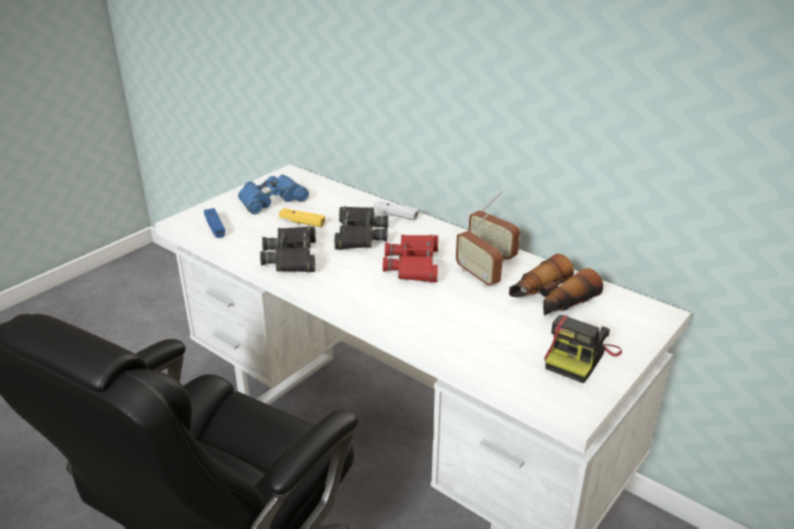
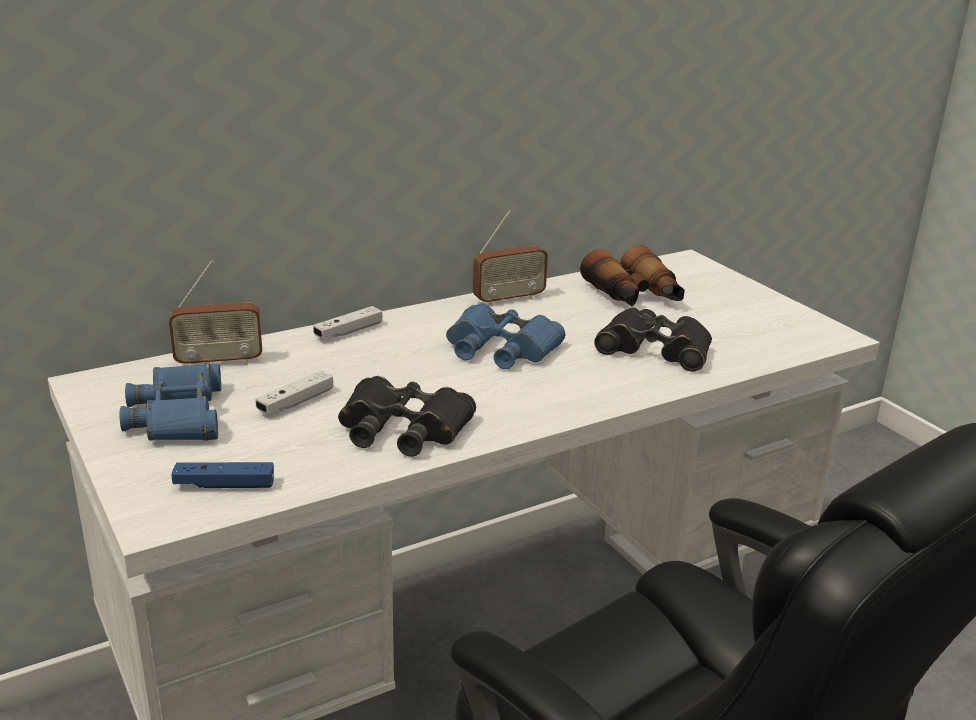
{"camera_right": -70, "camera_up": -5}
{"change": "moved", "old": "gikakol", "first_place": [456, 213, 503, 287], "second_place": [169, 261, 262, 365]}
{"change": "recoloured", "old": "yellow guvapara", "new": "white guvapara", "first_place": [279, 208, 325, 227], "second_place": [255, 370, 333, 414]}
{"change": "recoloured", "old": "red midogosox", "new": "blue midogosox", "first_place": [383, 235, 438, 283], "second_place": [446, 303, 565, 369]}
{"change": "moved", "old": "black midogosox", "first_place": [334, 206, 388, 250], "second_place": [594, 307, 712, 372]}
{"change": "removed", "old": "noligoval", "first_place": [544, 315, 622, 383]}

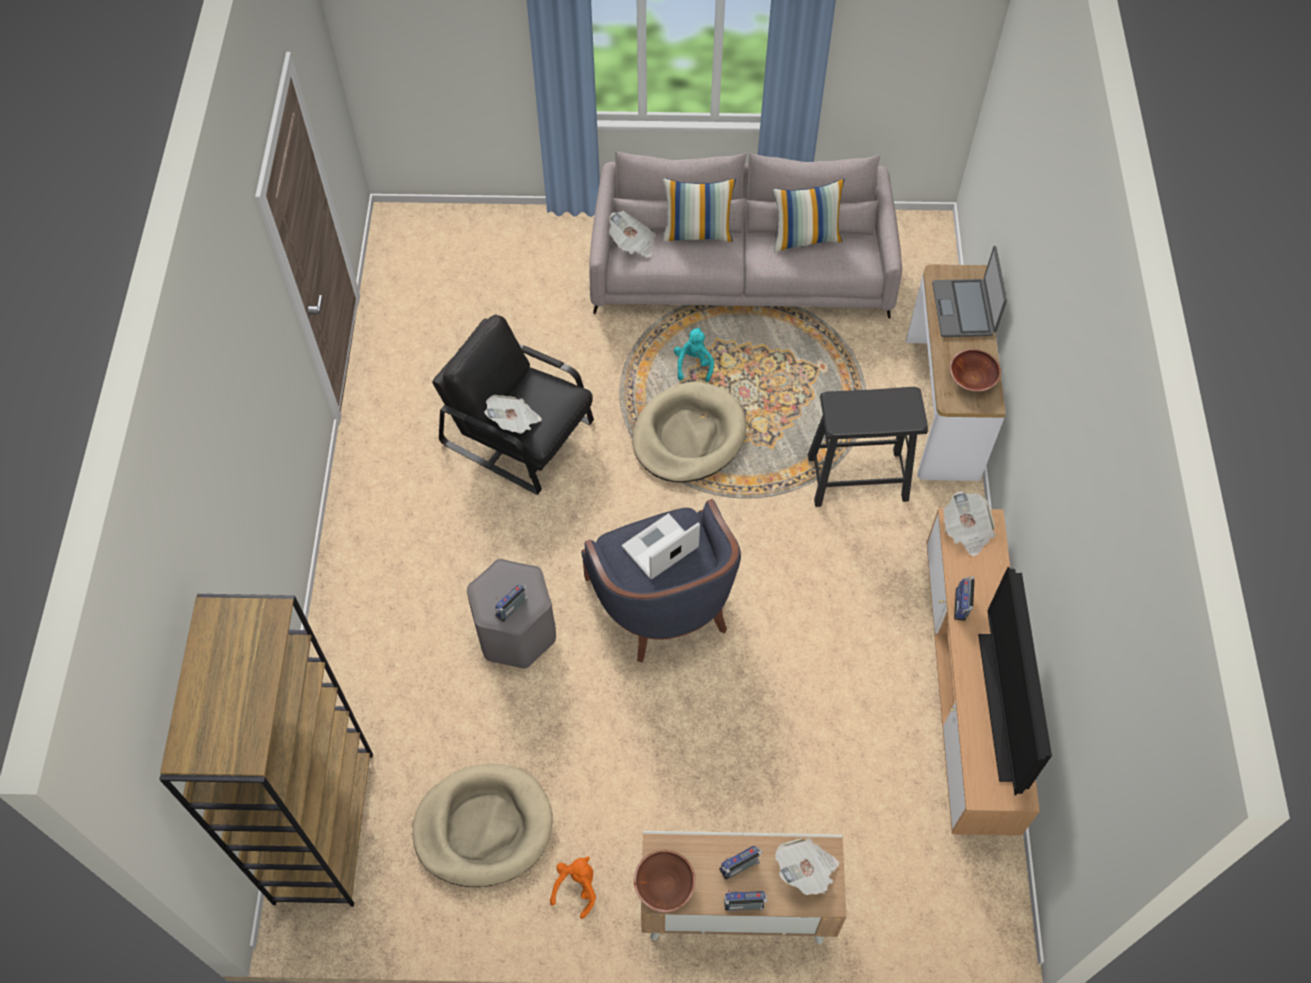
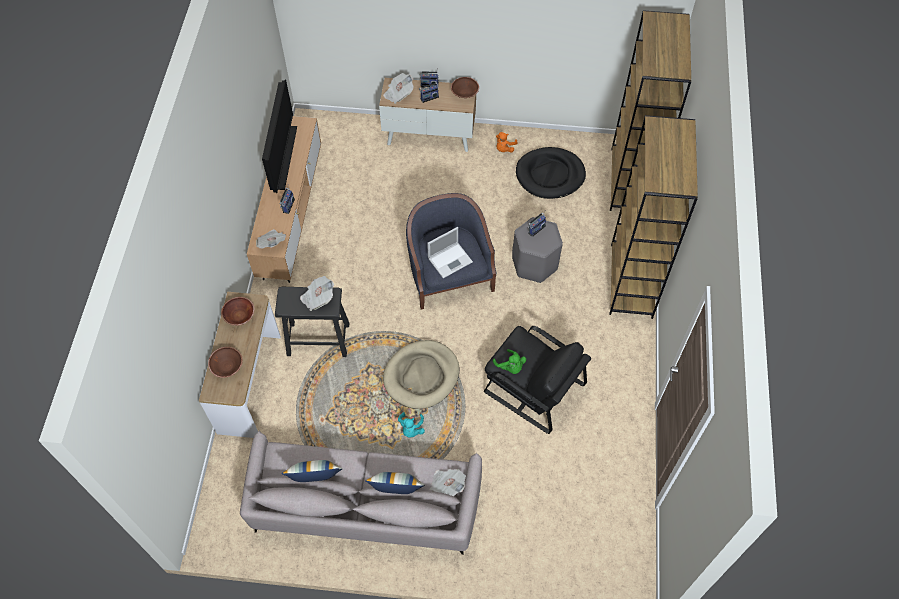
{"camera_right": -175, "camera_up": 0}
{"change": "replaced", "old": "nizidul", "new": "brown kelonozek", "first_place": [932, 246, 1007, 337], "second_place": [208, 347, 243, 378]}
{"change": "moved", "old": "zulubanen", "first_place": [484, 395, 542, 434], "second_place": [300, 276, 334, 311]}
{"change": "added", "new": "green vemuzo", "second_place": [493, 349, 526, 374]}
{"change": "recoloured", "old": "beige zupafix", "new": "black zupafix", "first_place": [412, 764, 553, 887], "second_place": [516, 147, 586, 199]}
{"change": "added", "new": "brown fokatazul", "second_place": [609, 115, 698, 319]}

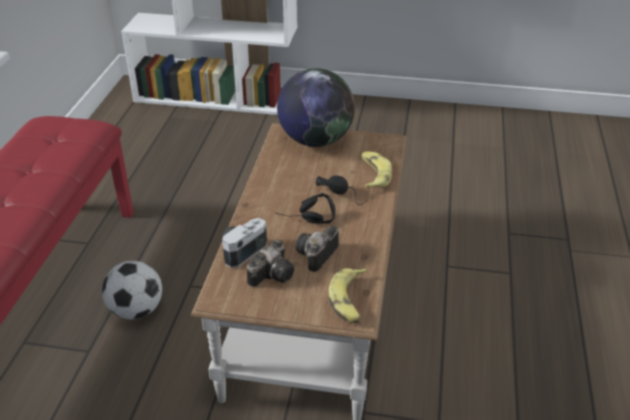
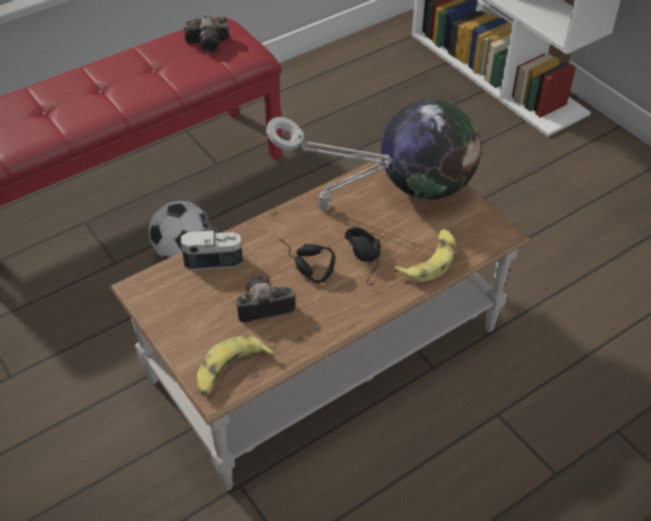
{"camera_right": 45, "camera_up": 10}
{"change": "moved", "old": "noligoval", "first_place": [246, 239, 294, 287], "second_place": [184, 15, 229, 52]}
{"change": "added", "new": "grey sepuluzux", "second_place": [266, 117, 393, 211]}

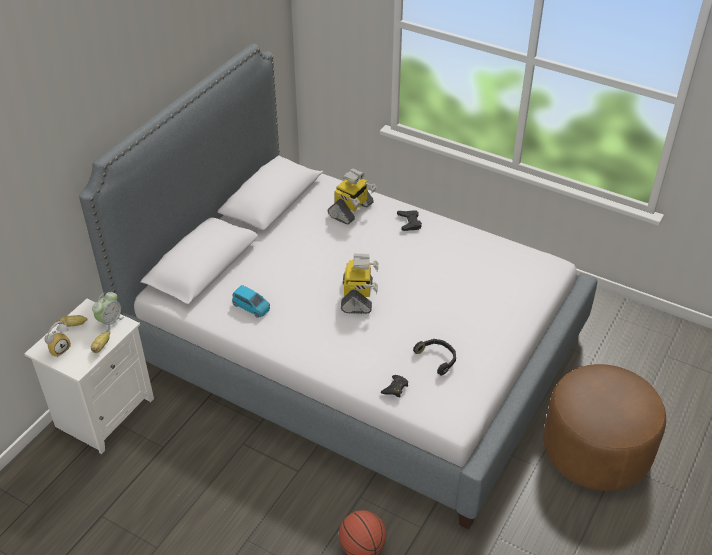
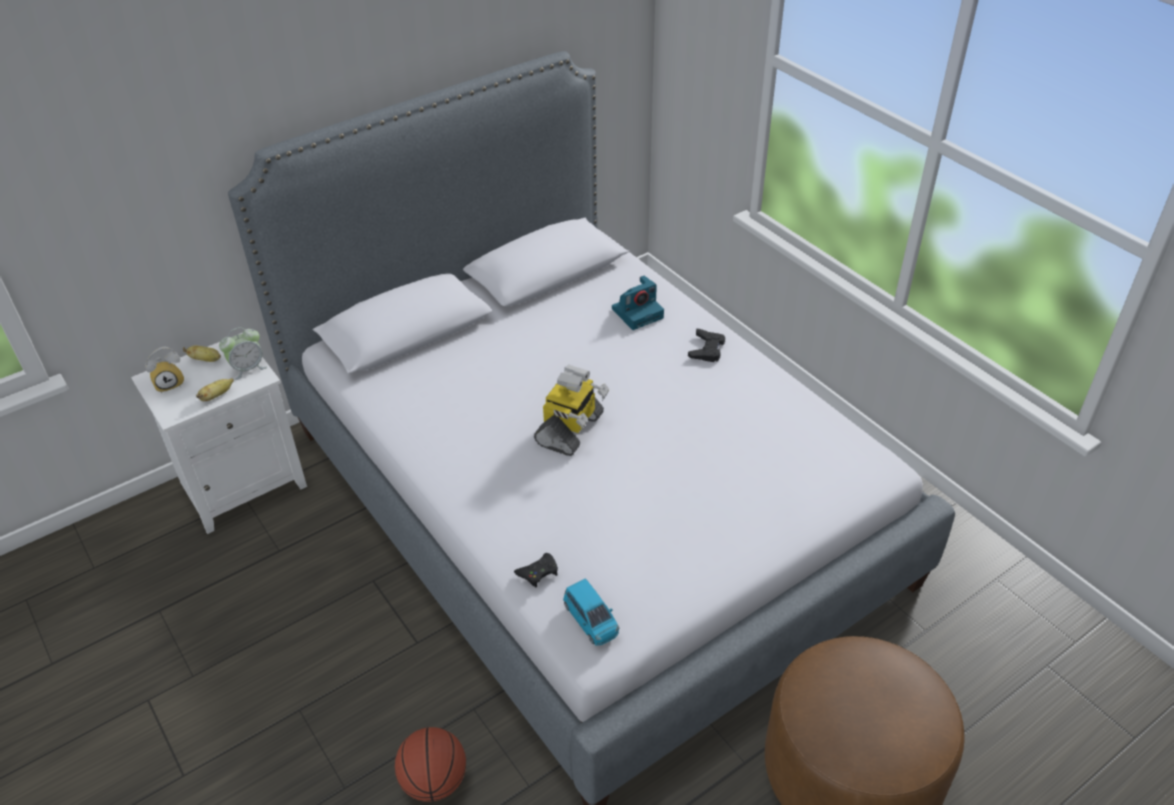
{"camera_right": 25, "camera_up": 0}
{"change": "moved", "old": "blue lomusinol", "first_place": [232, 285, 270, 318], "second_place": [563, 578, 619, 646]}
{"change": "replaced", "old": "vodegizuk", "new": "noligoval", "first_place": [328, 168, 377, 225], "second_place": [612, 276, 664, 330]}
{"change": "removed", "old": "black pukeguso", "first_place": [413, 339, 456, 376]}

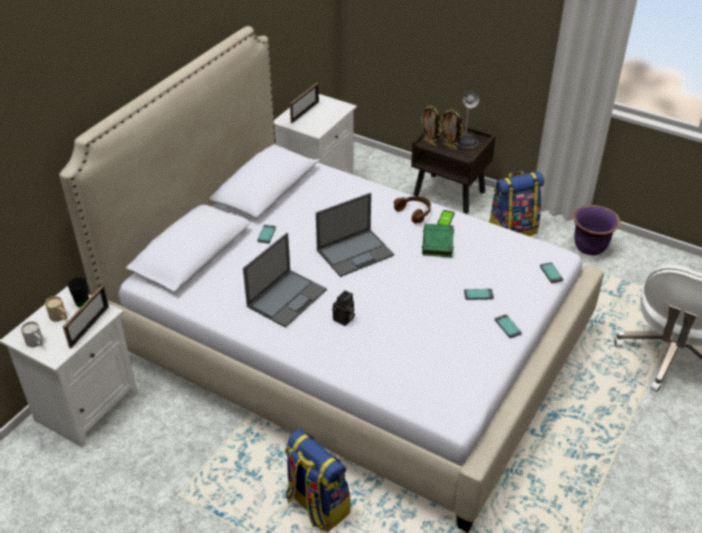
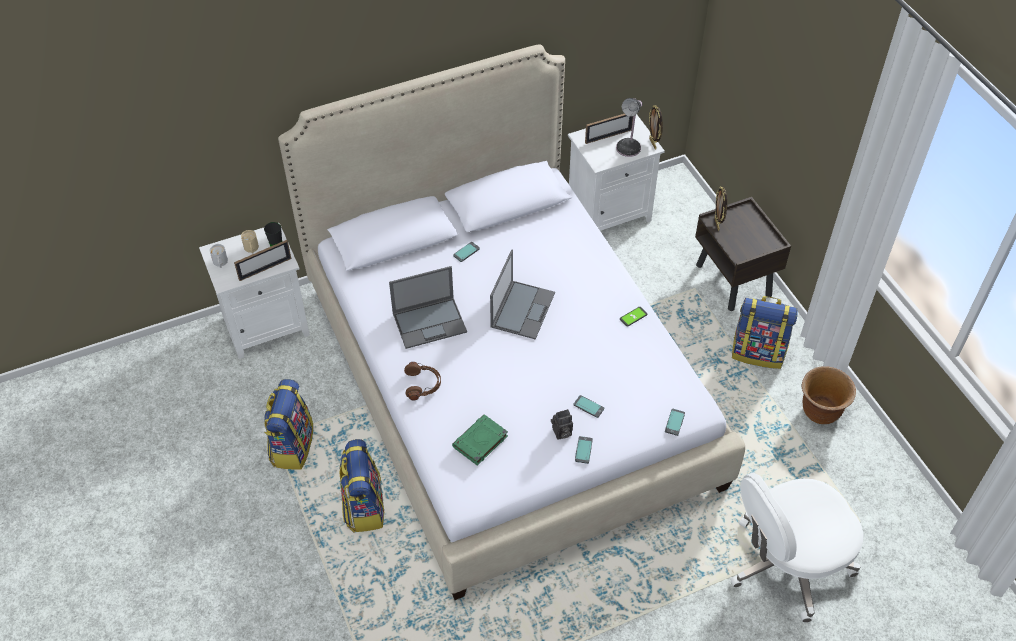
{"camera_right": 35, "camera_up": 10}
{"change": "added", "new": "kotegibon", "second_place": [264, 379, 313, 470]}
{"change": "moved", "old": "brown pukeguso", "first_place": [394, 196, 431, 224], "second_place": [404, 362, 441, 401]}
{"change": "moved", "old": "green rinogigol", "first_place": [422, 224, 454, 257], "second_place": [452, 414, 508, 465]}
{"change": "turned", "old": "nizidul", "first_place": [316, 193, 394, 277], "second_place": [490, 250, 555, 340], "degrees": -75}
{"change": "moved", "old": "noligoval", "first_place": [332, 290, 355, 326], "second_place": [551, 409, 573, 440]}
{"change": "moved", "old": "sepuluzux", "first_place": [456, 91, 479, 148], "second_place": [616, 98, 643, 157]}
{"change": "moved", "old": "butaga", "first_place": [441, 109, 464, 150], "second_place": [649, 105, 663, 149]}
{"change": "recoloured", "old": "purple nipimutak", "new": "brown nipimutak", "first_place": [573, 205, 620, 256], "second_place": [802, 366, 856, 424]}

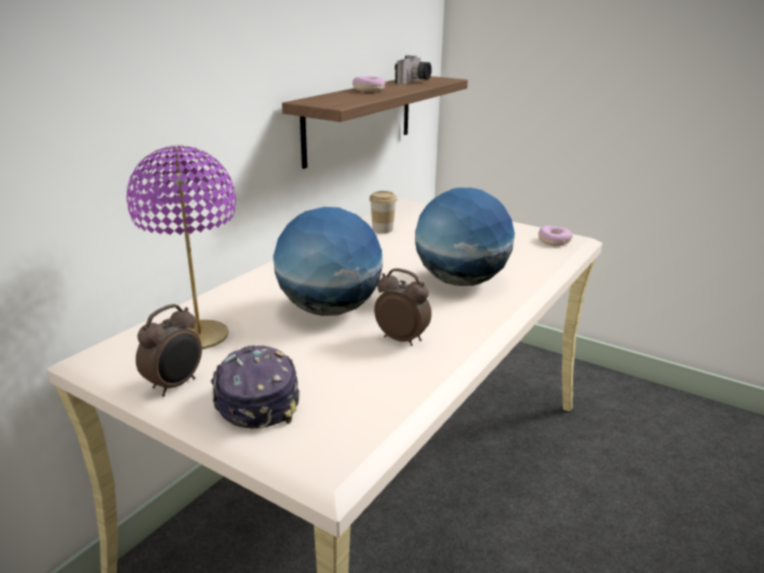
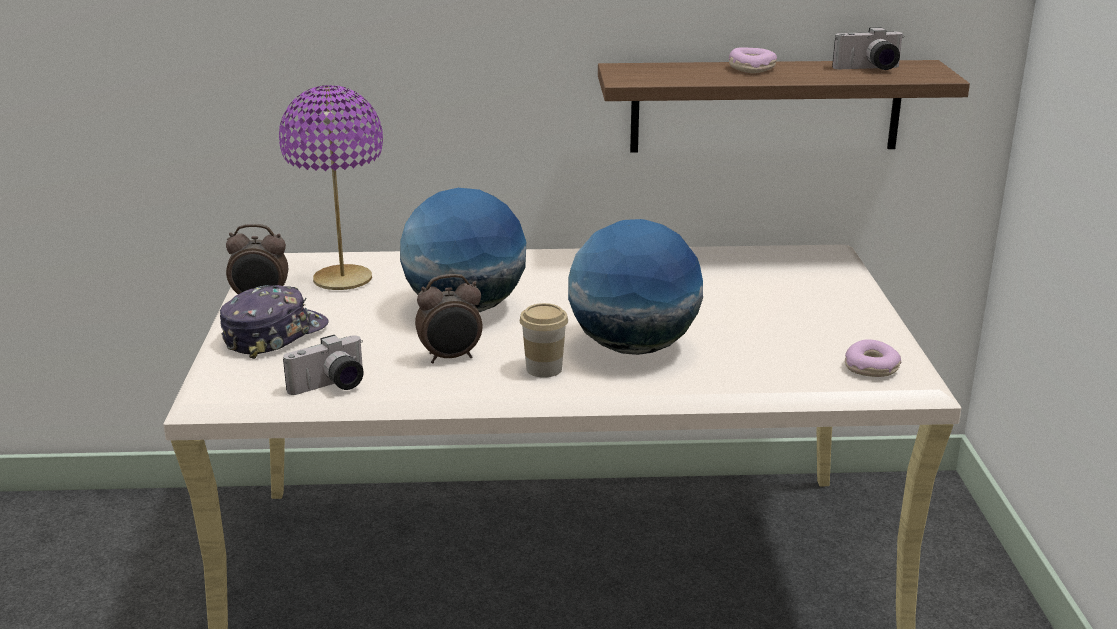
{"camera_right": 55, "camera_up": 0}
{"change": "added", "new": "noligoval", "second_place": [283, 335, 364, 395]}
{"change": "turned", "old": "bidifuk", "first_place": [374, 268, 432, 346], "second_place": [415, 274, 482, 363], "degrees": 75}
{"change": "moved", "old": "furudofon", "first_place": [369, 191, 397, 233], "second_place": [520, 303, 568, 378]}

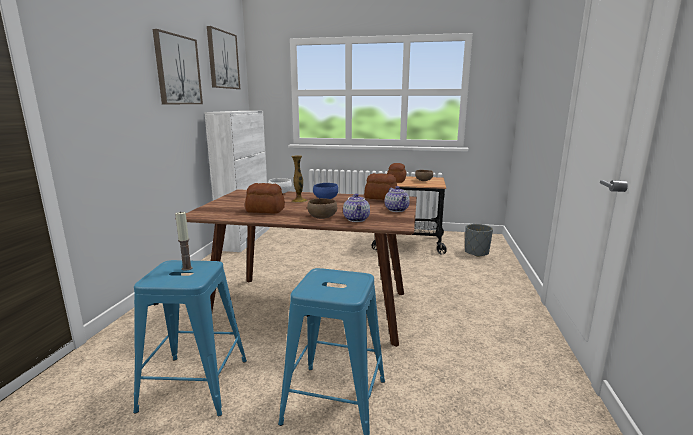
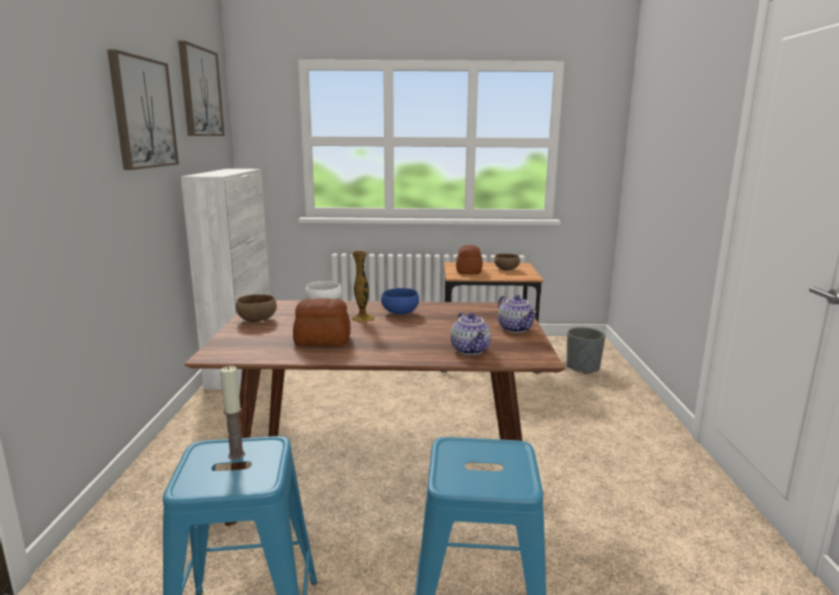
{"camera_right": -10, "camera_up": 0}
{"change": "moved", "old": "brown kelonozek", "first_place": [307, 198, 337, 219], "second_place": [236, 294, 277, 322]}
{"change": "removed", "old": "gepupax", "first_place": [364, 173, 397, 200]}

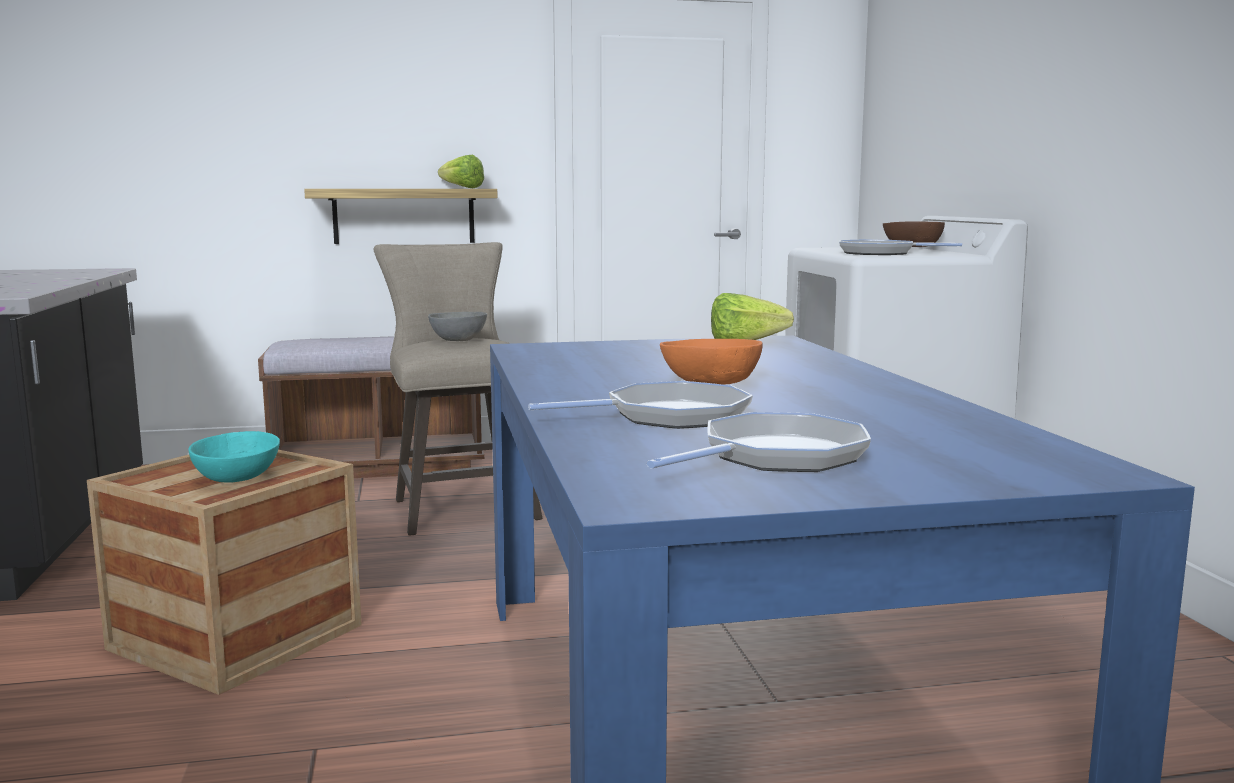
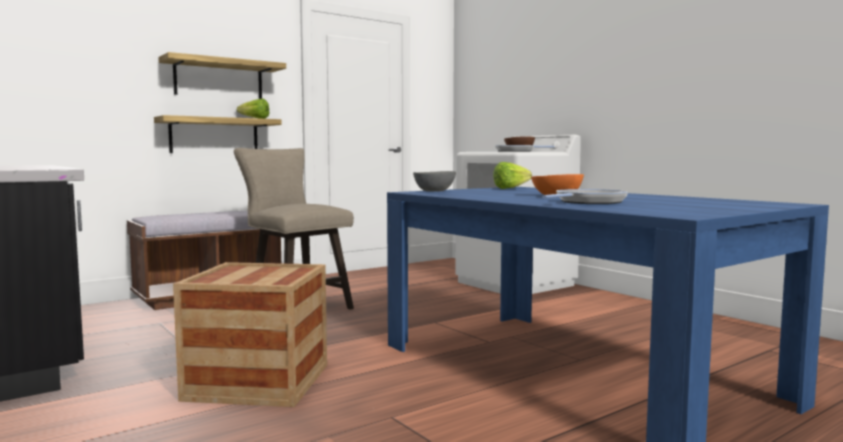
{"camera_right": -25, "camera_up": -5}
{"change": "added", "new": "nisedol", "second_place": [158, 52, 286, 99]}
{"change": "moved", "old": "grey kelonozek", "first_place": [428, 312, 487, 341], "second_place": [413, 171, 456, 192]}
{"change": "removed", "old": "turquoise kelonozek", "first_place": [189, 431, 280, 483]}
{"change": "removed", "old": "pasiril", "first_place": [647, 412, 871, 472]}

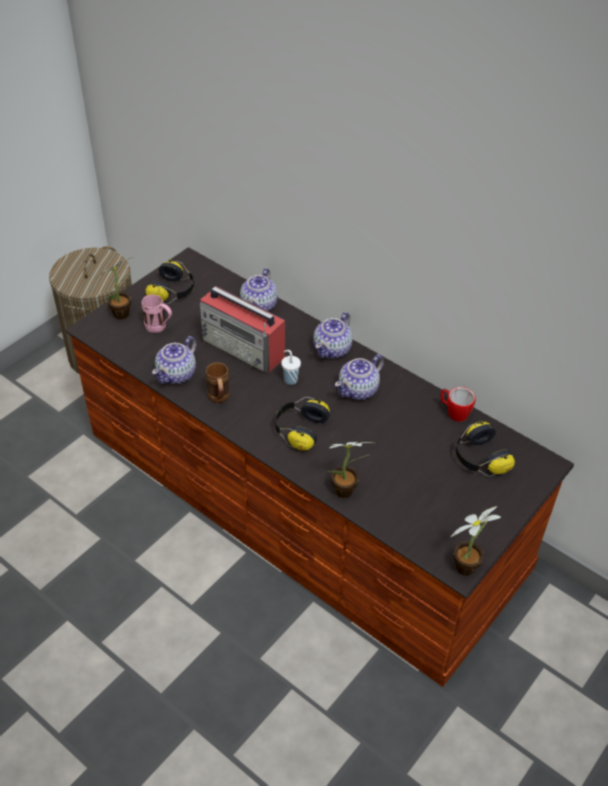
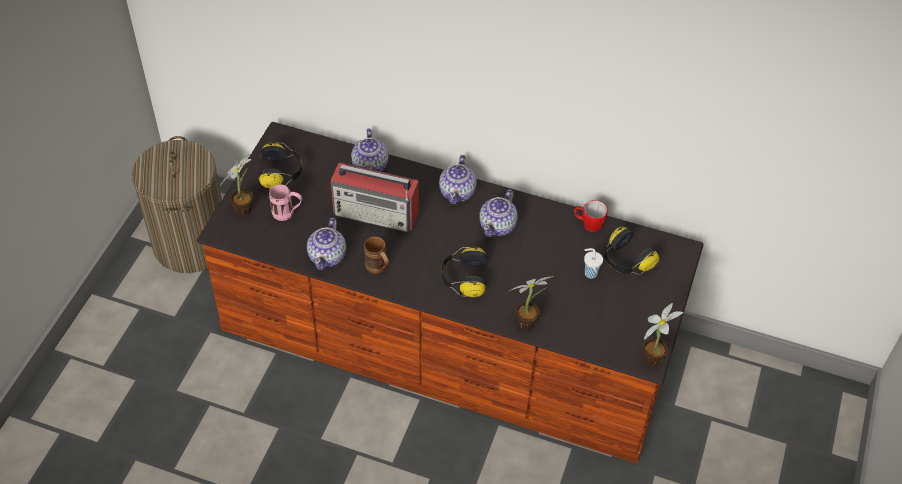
{"camera_right": -20, "camera_up": 5}
{"change": "moved", "old": "white furudofon", "first_place": [281, 350, 301, 385], "second_place": [584, 248, 603, 279]}

